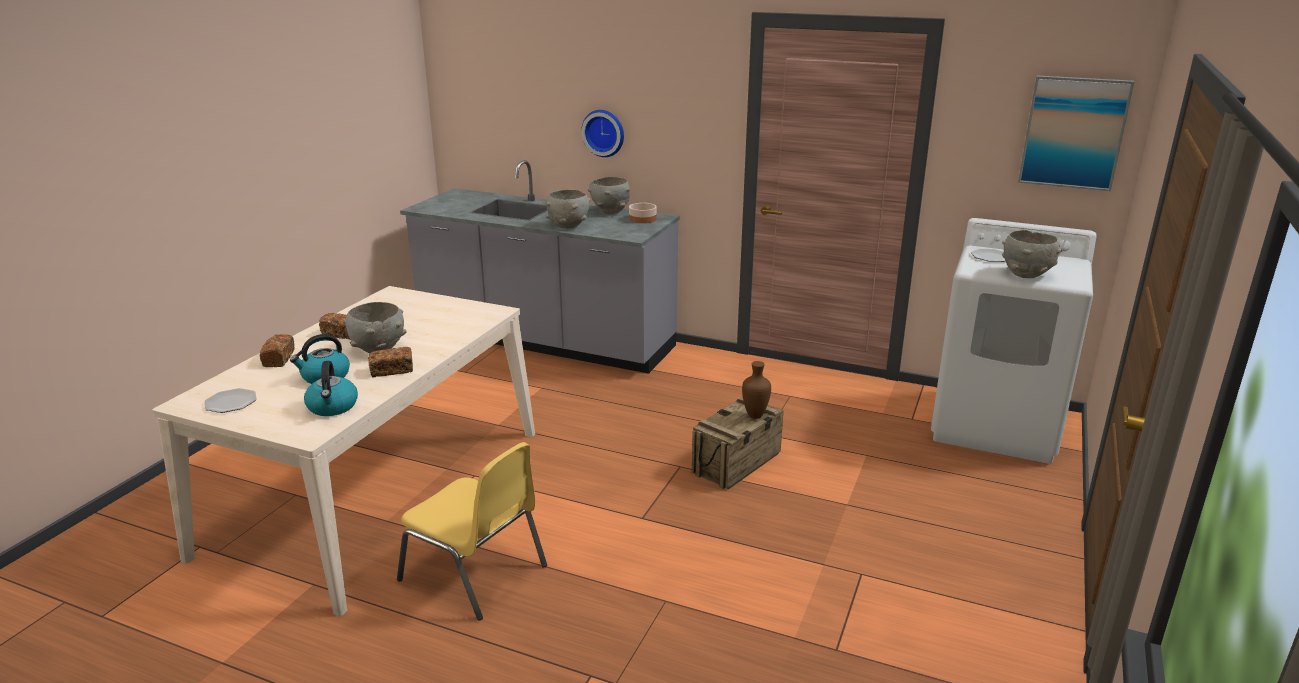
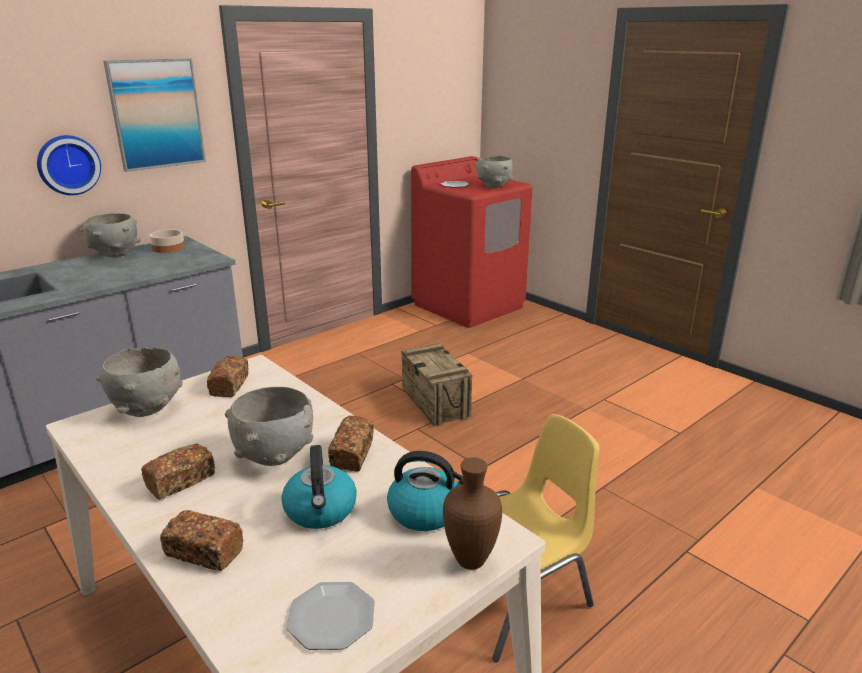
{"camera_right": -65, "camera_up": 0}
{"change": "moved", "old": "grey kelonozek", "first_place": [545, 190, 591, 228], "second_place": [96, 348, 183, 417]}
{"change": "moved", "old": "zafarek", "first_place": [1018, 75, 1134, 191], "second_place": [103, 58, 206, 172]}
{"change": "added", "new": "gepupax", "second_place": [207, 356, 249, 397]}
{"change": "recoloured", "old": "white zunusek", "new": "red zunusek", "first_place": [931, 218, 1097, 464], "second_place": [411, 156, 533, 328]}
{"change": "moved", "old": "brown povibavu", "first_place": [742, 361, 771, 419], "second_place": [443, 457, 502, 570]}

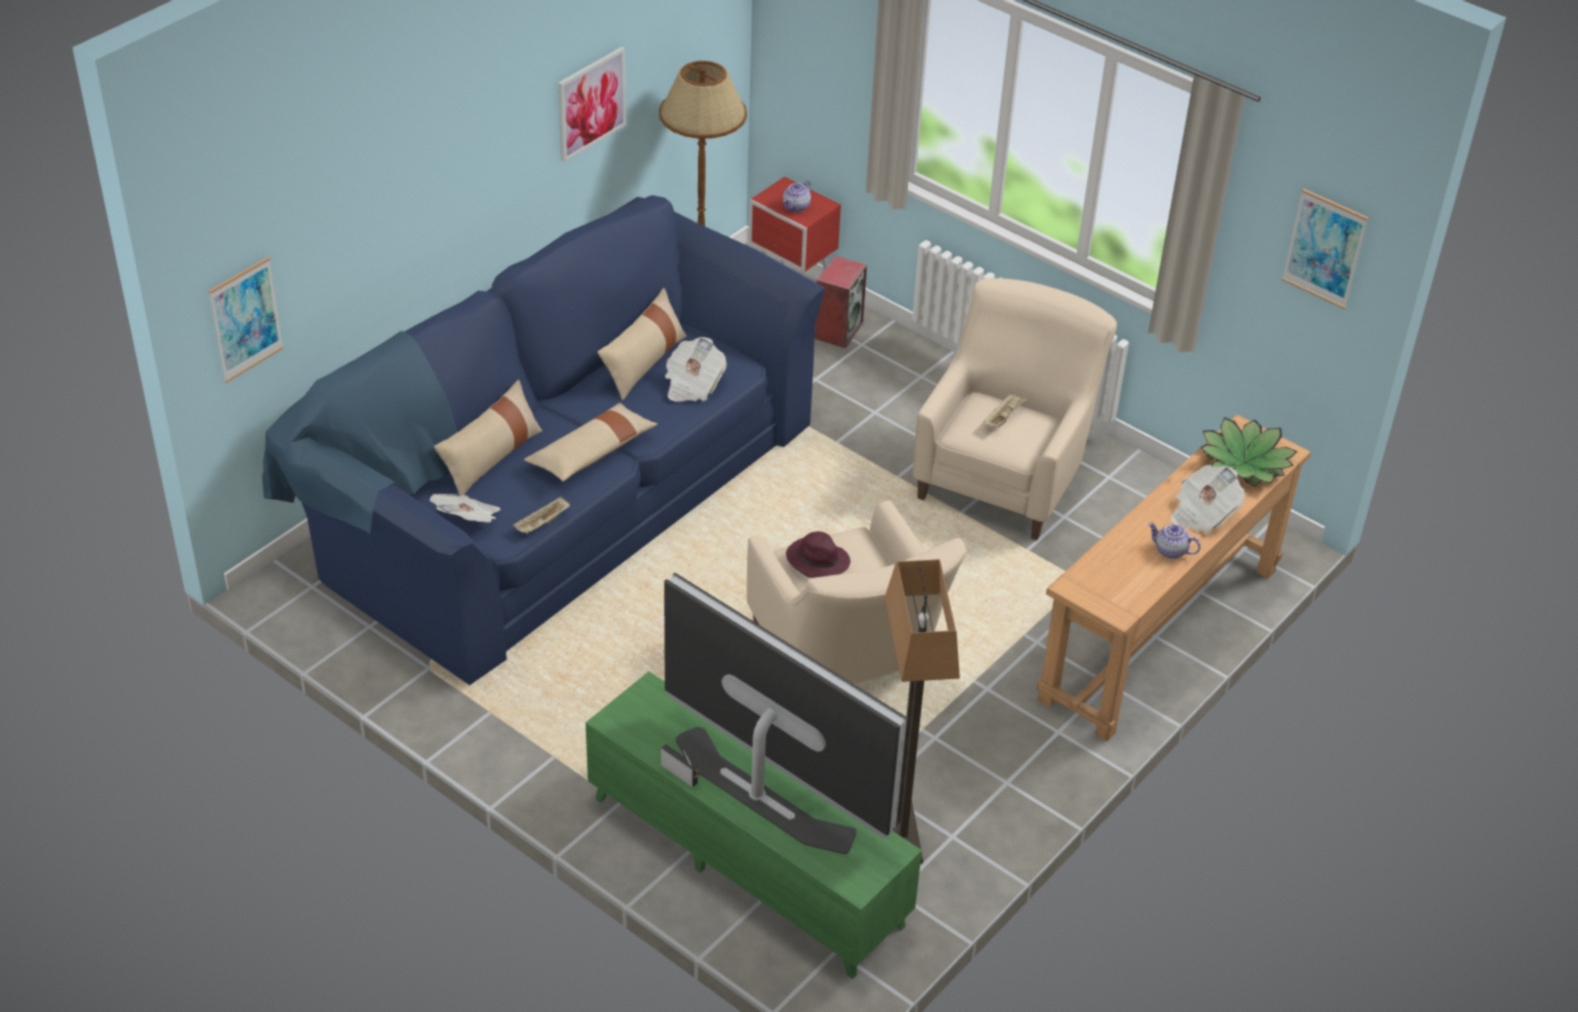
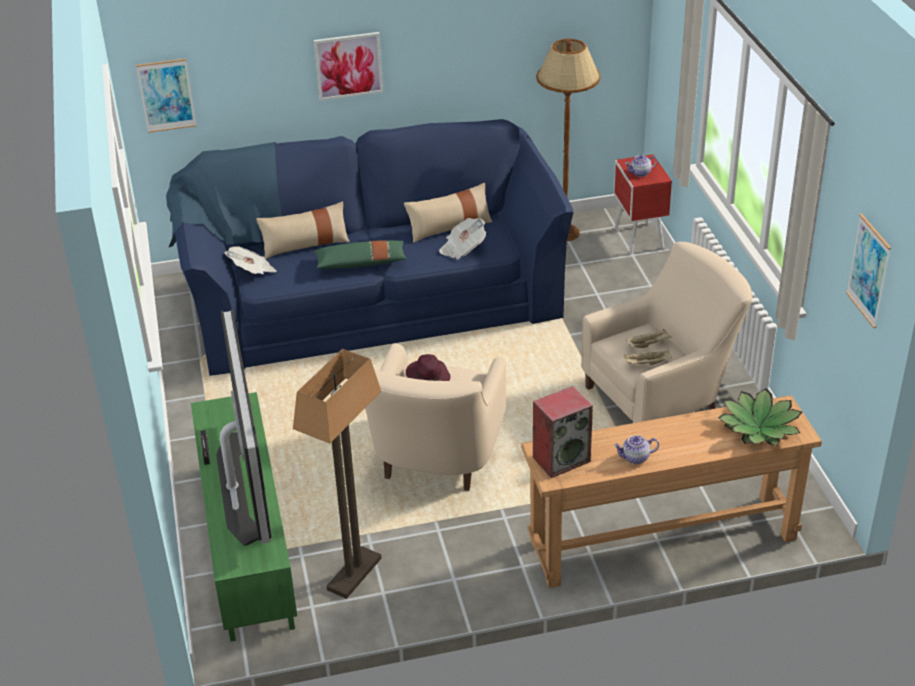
{"camera_right": 40, "camera_up": -5}
{"change": "moved", "old": "zafarek", "first_place": [558, 47, 626, 162], "second_place": [314, 32, 383, 101]}
{"change": "recoloured", "old": "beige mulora", "new": "green mulora", "first_place": [524, 403, 658, 481], "second_place": [314, 240, 407, 269]}
{"change": "moved", "old": "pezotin", "first_place": [814, 256, 867, 348], "second_place": [533, 386, 593, 478]}
{"change": "turned", "old": "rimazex", "first_place": [1148, 522, 1201, 559], "second_place": [614, 435, 659, 464], "degrees": -75}
{"change": "moved", "old": "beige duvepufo", "first_place": [513, 496, 570, 534], "second_place": [624, 350, 671, 365]}
{"change": "removed", "old": "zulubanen", "first_place": [1171, 465, 1245, 534]}

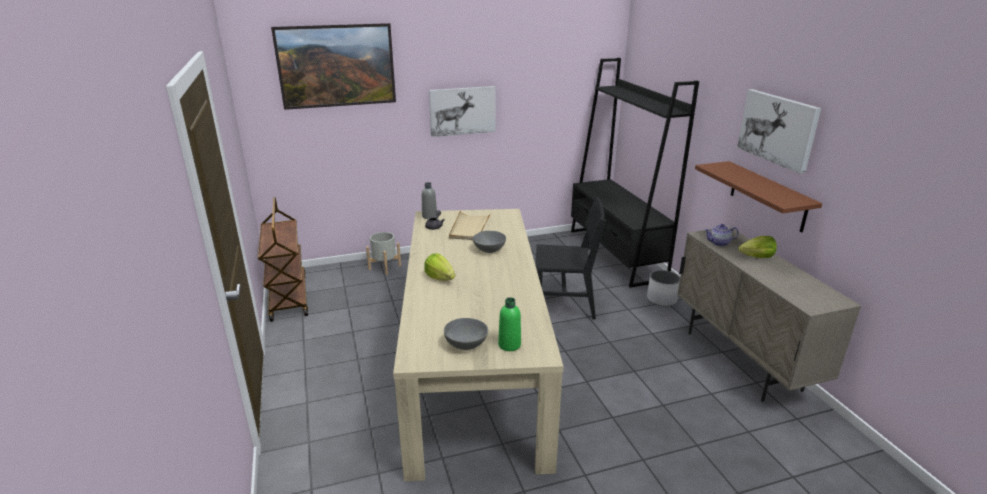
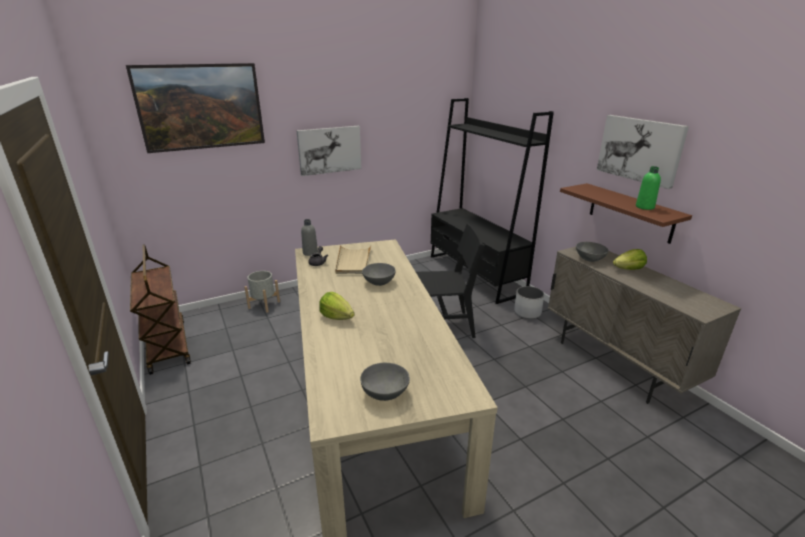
{"camera_right": -10, "camera_up": 0}
{"change": "replaced", "old": "rimazex", "new": "grey kelonozek", "first_place": [705, 224, 739, 246], "second_place": [576, 242, 609, 262]}
{"change": "moved", "old": "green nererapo", "first_place": [498, 297, 521, 351], "second_place": [636, 166, 661, 210]}

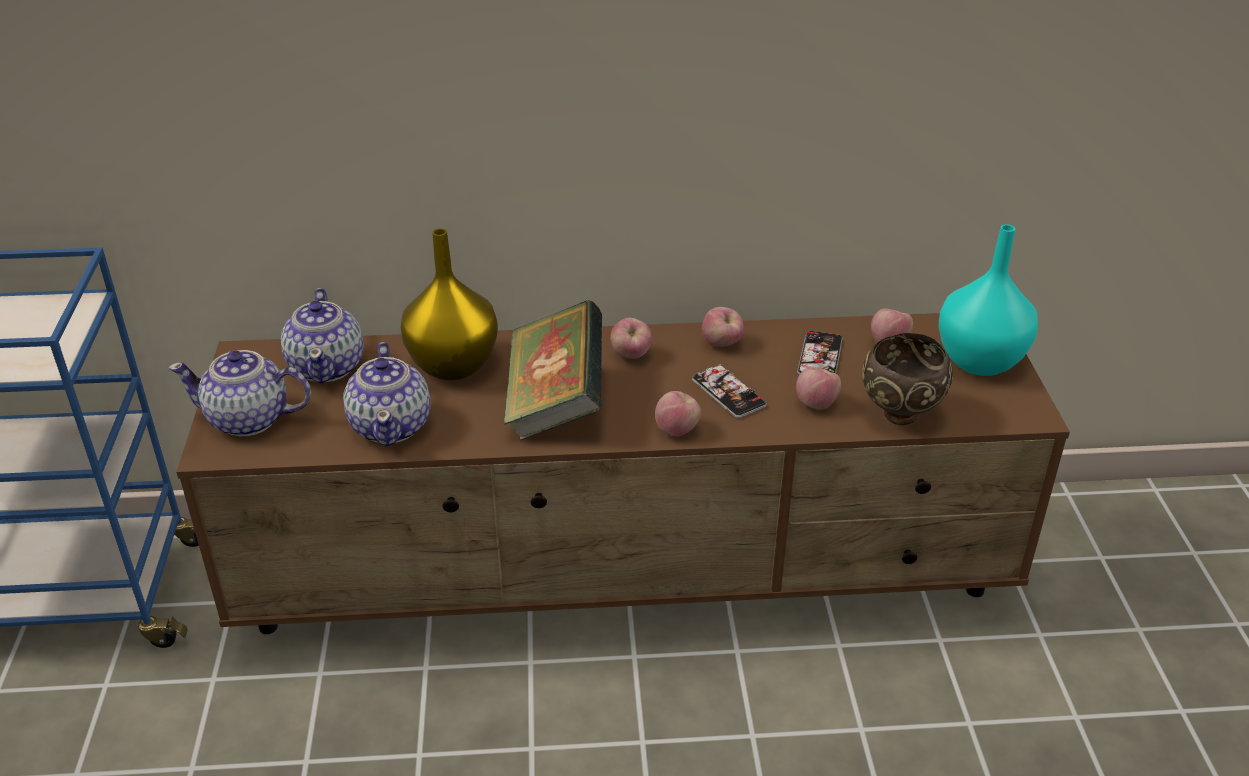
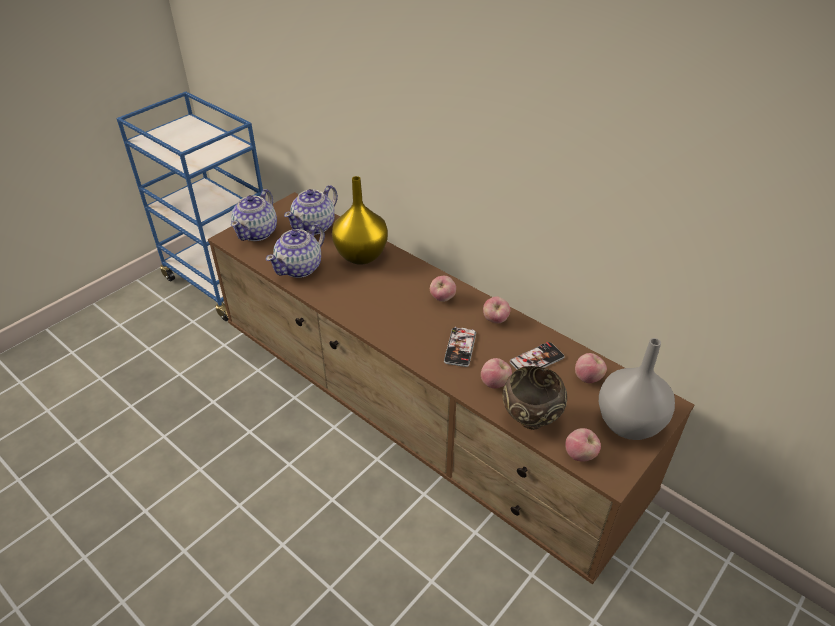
{"camera_right": 45, "camera_up": 5}
{"change": "turned", "old": "rimazex", "first_place": [168, 350, 311, 436], "second_place": [231, 189, 277, 241], "degrees": -120}
{"change": "moved", "old": "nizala", "first_place": [655, 391, 702, 436], "second_place": [565, 428, 601, 462]}
{"change": "recoloured", "old": "turquoise povibavu", "new": "grey povibavu", "first_place": [939, 224, 1038, 376], "second_place": [599, 338, 675, 440]}
{"change": "removed", "old": "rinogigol", "first_place": [504, 300, 602, 441]}

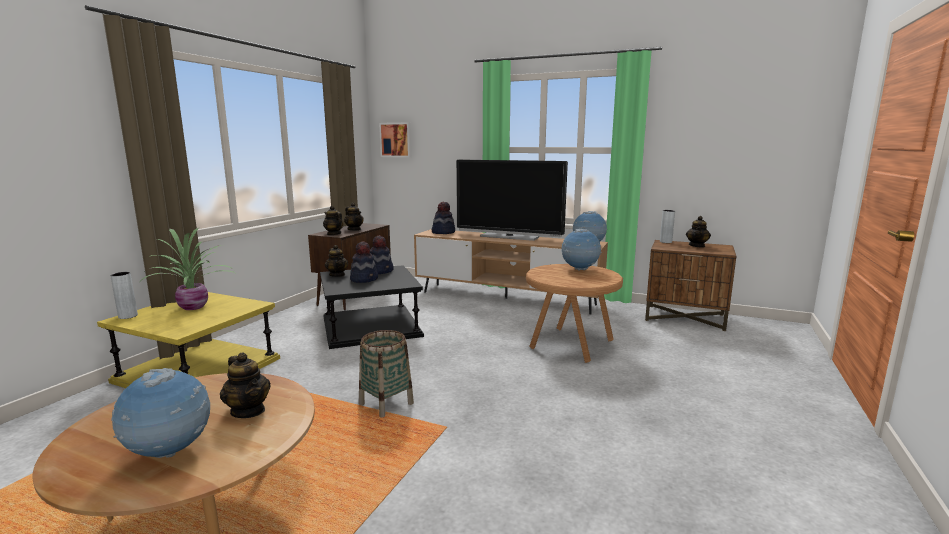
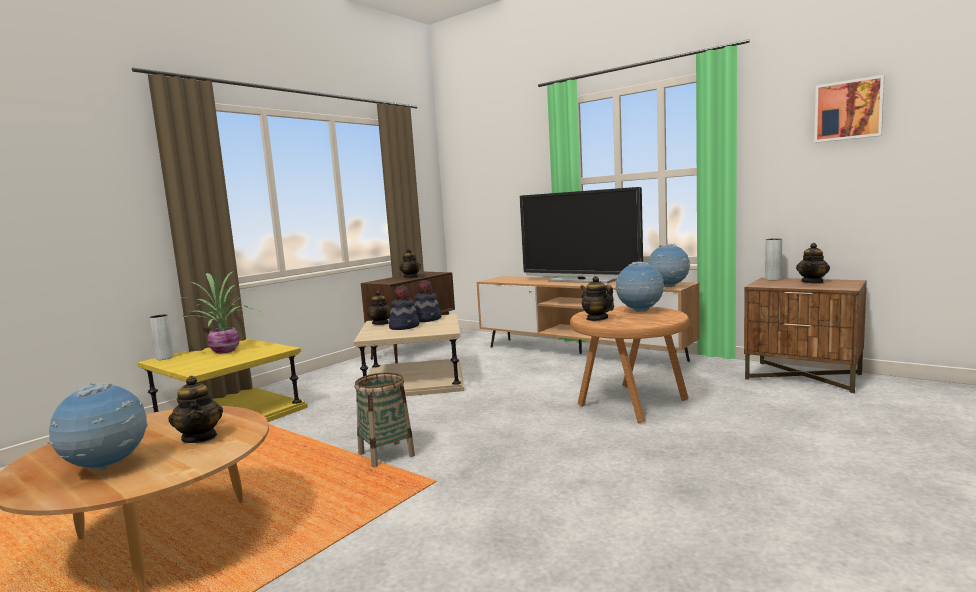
{"camera_right": 15, "camera_up": -5}
{"change": "recoloured", "old": "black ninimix", "new": "beige ninimix", "first_place": [320, 265, 424, 349], "second_place": [354, 314, 464, 396]}
{"change": "moved", "old": "rimazex", "first_place": [323, 206, 344, 235], "second_place": [580, 276, 614, 321]}
{"change": "moved", "old": "zafarek", "first_place": [379, 122, 411, 157], "second_place": [814, 75, 884, 143]}
{"change": "removed", "old": "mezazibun", "first_place": [432, 202, 455, 234]}

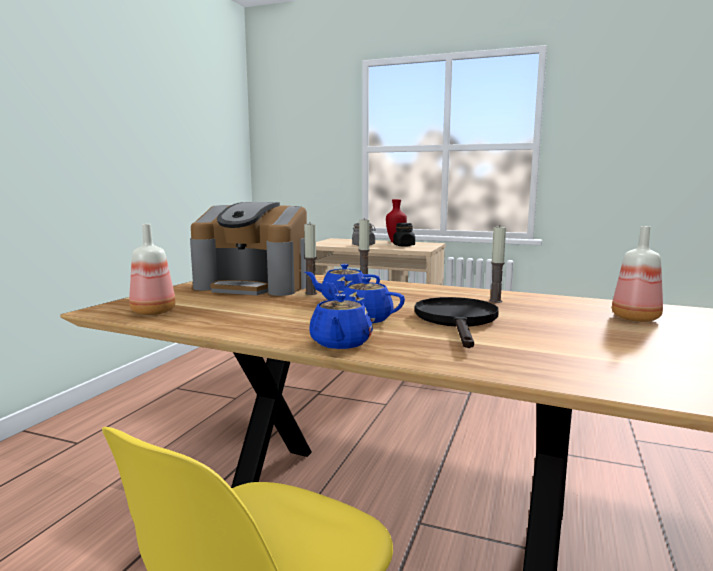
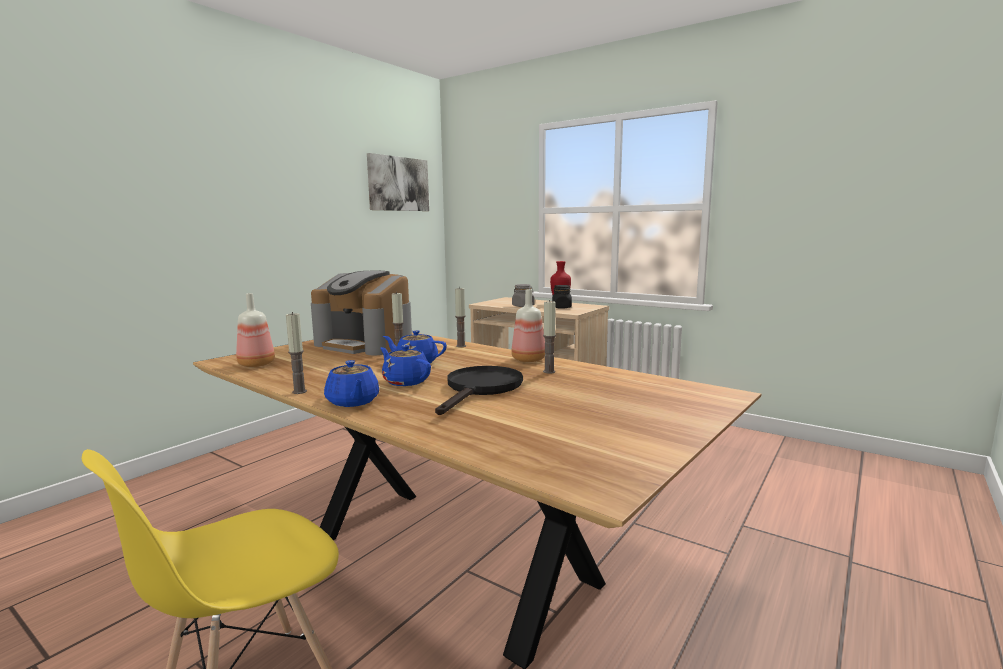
{"camera_right": 15, "camera_up": 0}
{"change": "added", "new": "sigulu", "second_place": [286, 312, 307, 394]}
{"change": "turned", "old": "blue rimazex", "first_place": [309, 294, 373, 349], "second_place": [324, 360, 379, 407], "degrees": -45}
{"change": "added", "new": "zafarek", "second_place": [367, 153, 429, 211]}
{"change": "moved", "old": "nererapo", "first_place": [612, 226, 663, 322], "second_place": [511, 289, 545, 362]}

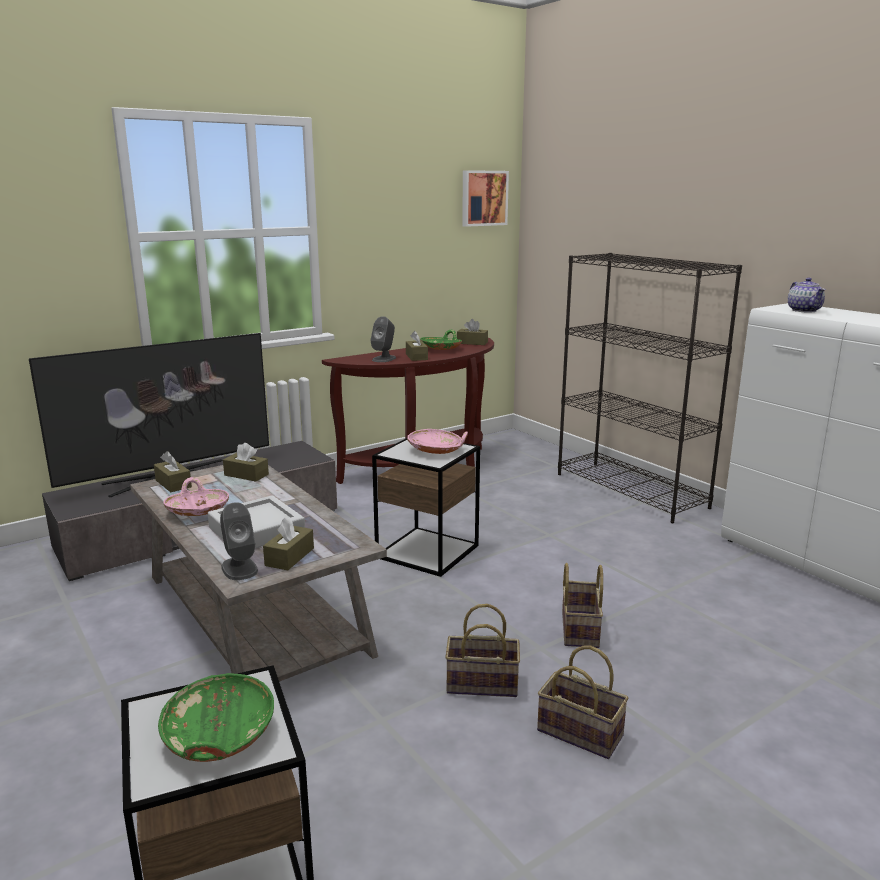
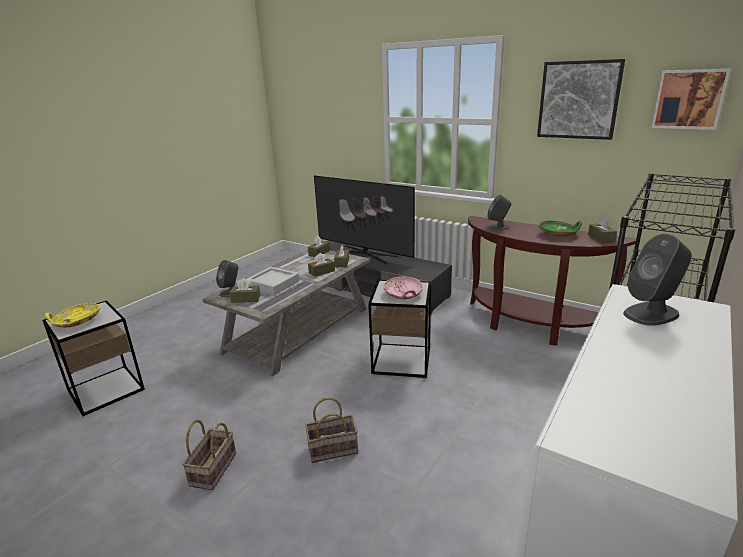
{"camera_right": 70, "camera_up": 5}
{"change": "recoloured", "old": "green kelonozek", "new": "yellow kelonozek", "first_place": [158, 673, 274, 762], "second_place": [45, 303, 100, 327]}
{"change": "moved", "old": "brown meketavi", "first_place": [406, 331, 428, 361], "second_place": [308, 253, 335, 277]}
{"change": "added", "new": "zafarek", "second_place": [537, 59, 625, 140]}
{"change": "replaced", "old": "rimazex", "new": "grey pezotin", "first_place": [788, 278, 826, 312], "second_place": [623, 234, 692, 326]}
{"change": "removed", "old": "pink kelonozek", "first_place": [163, 477, 229, 516]}
{"change": "removed", "old": "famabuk", "first_place": [445, 604, 520, 697]}

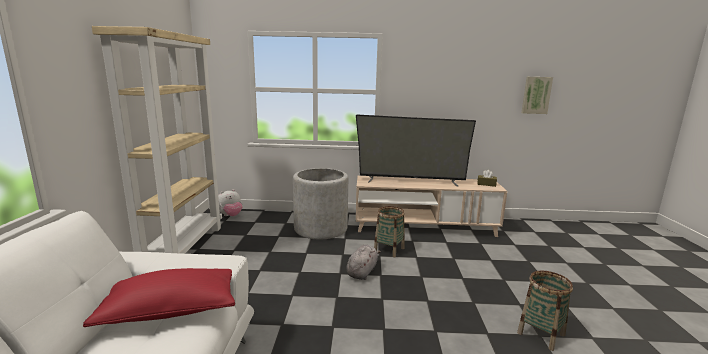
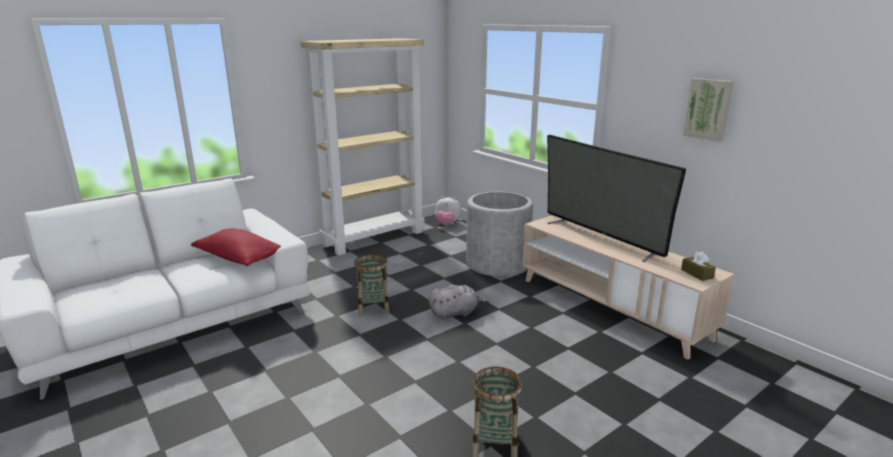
{"camera_right": 50, "camera_up": 5}
{"change": "moved", "old": "famabuk", "first_place": [374, 206, 405, 257], "second_place": [354, 254, 389, 317]}
{"change": "moved", "old": "zafarek", "first_place": [522, 77, 553, 114], "second_place": [683, 78, 734, 142]}

